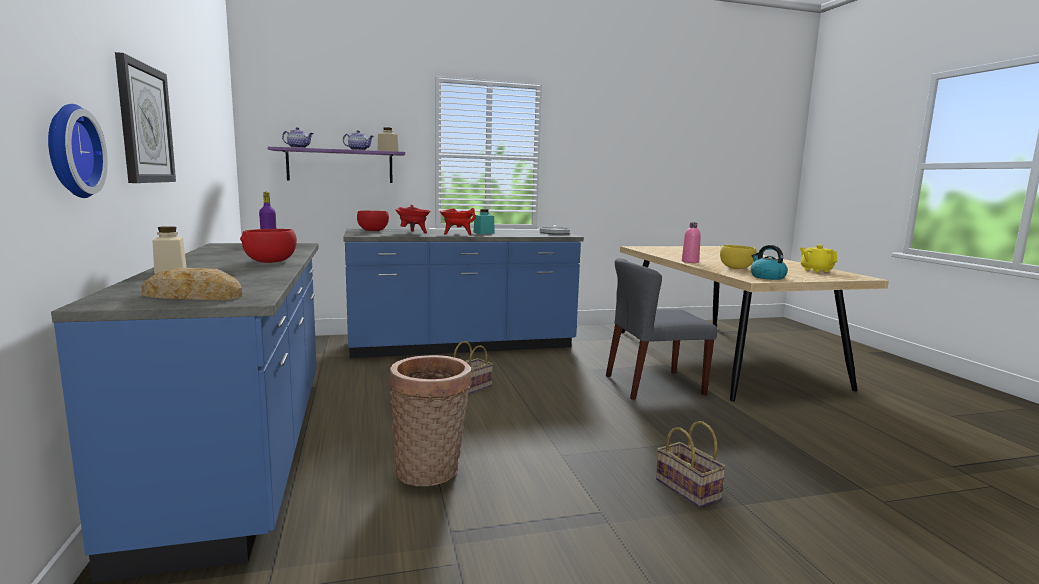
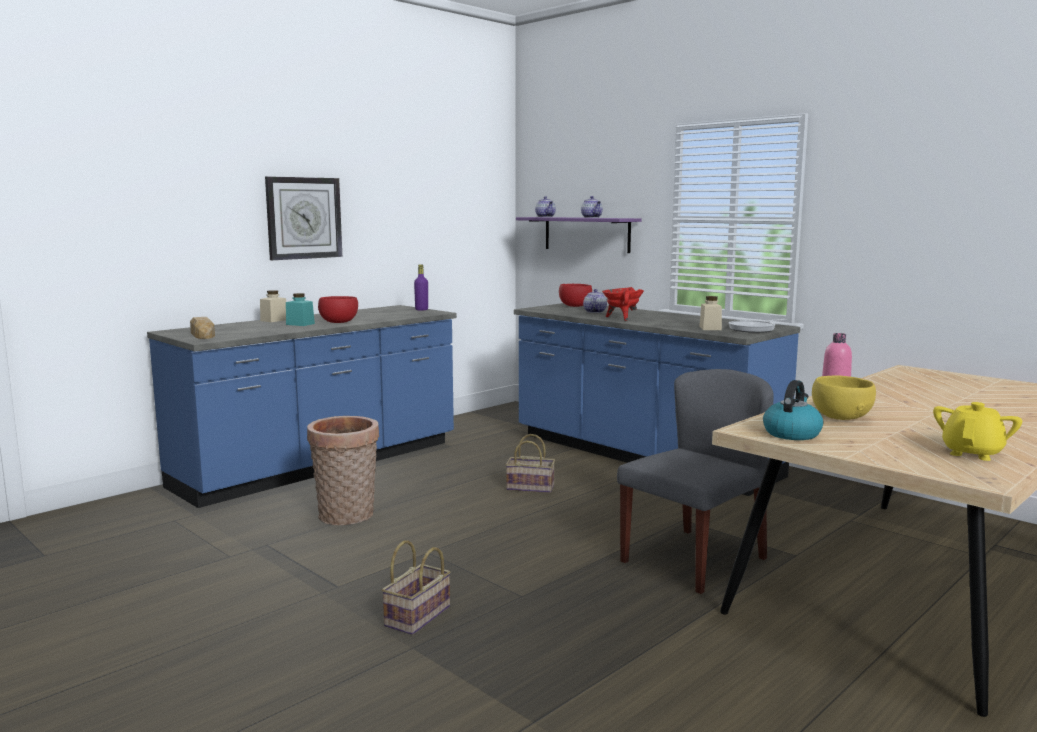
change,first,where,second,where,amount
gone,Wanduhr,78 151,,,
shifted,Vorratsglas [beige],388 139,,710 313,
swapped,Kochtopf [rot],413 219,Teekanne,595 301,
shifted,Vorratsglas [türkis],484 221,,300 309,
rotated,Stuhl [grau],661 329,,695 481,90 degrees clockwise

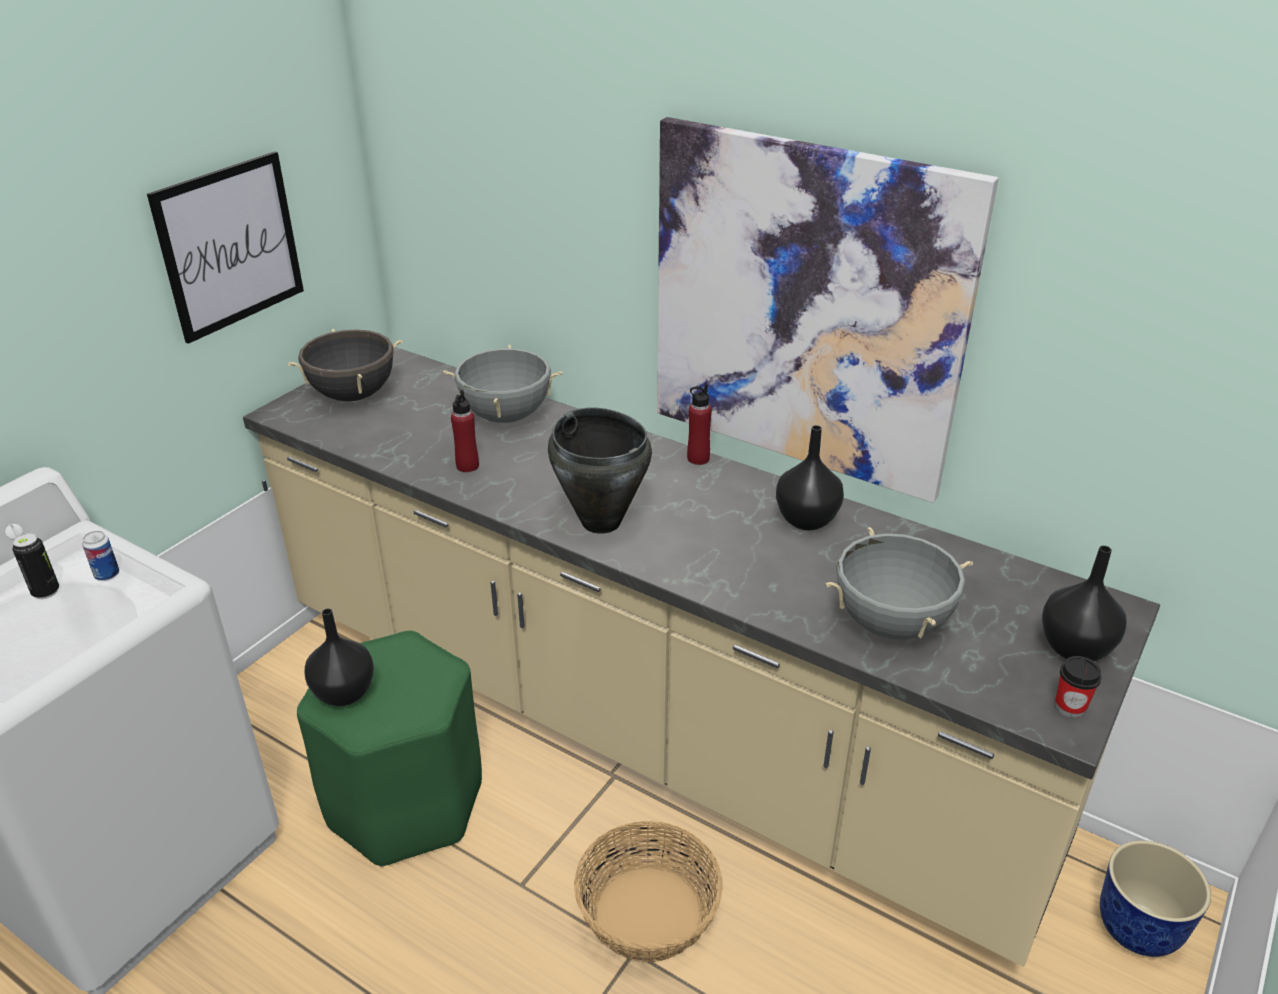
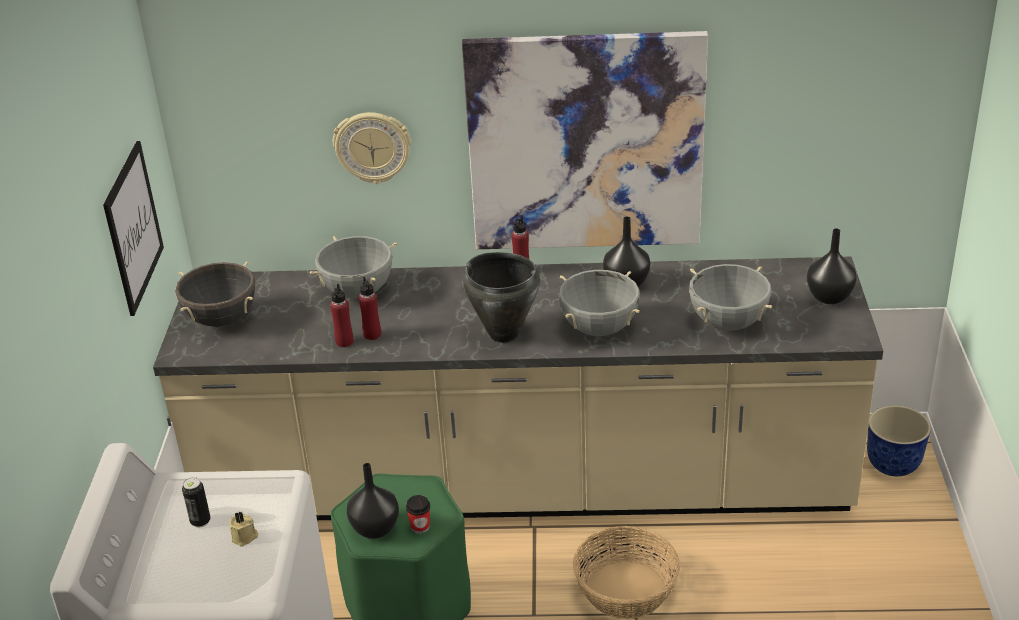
change,first,where,second,where,amount
gone,Dose,100 556,,,
shifted,Tasse,1078 687,,418 514,
new,,,Kerze [beige],243 529,
new,,,Flasche [rot],342 315,
new,,,Wanduhr,372 148,
new,,,Kochtopf [grau],599 303,

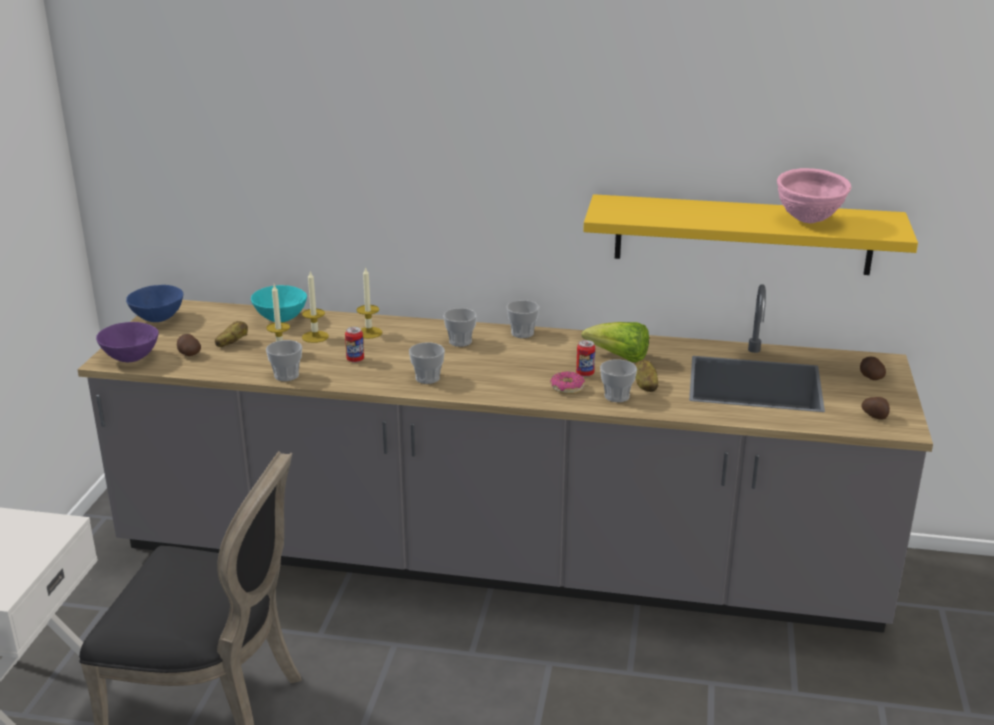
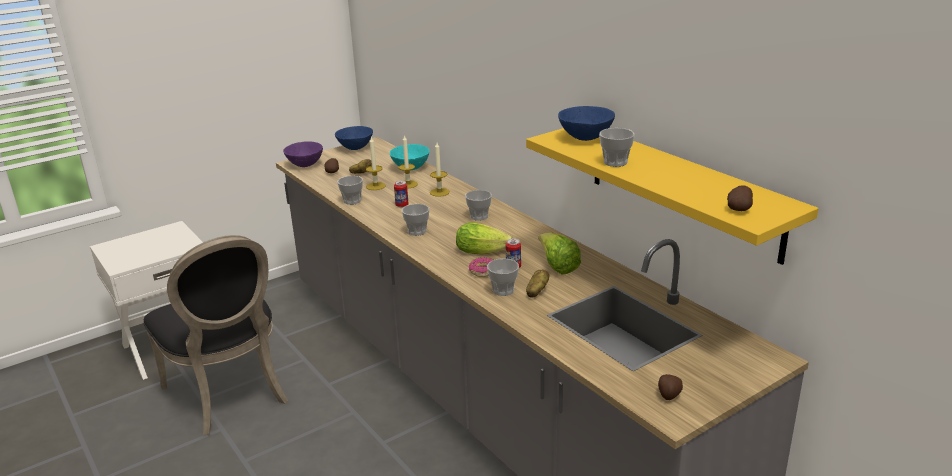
change,first,where,second,where,amount
shifted,Tasse,522 319,,617 147,
gone,Schüssel [rosa],814 195,,,
shifted,Kartoffel,873 368,,740 198,
new,,,Salatkopf,484 238,
new,,,Schüssel [blau],586 123,

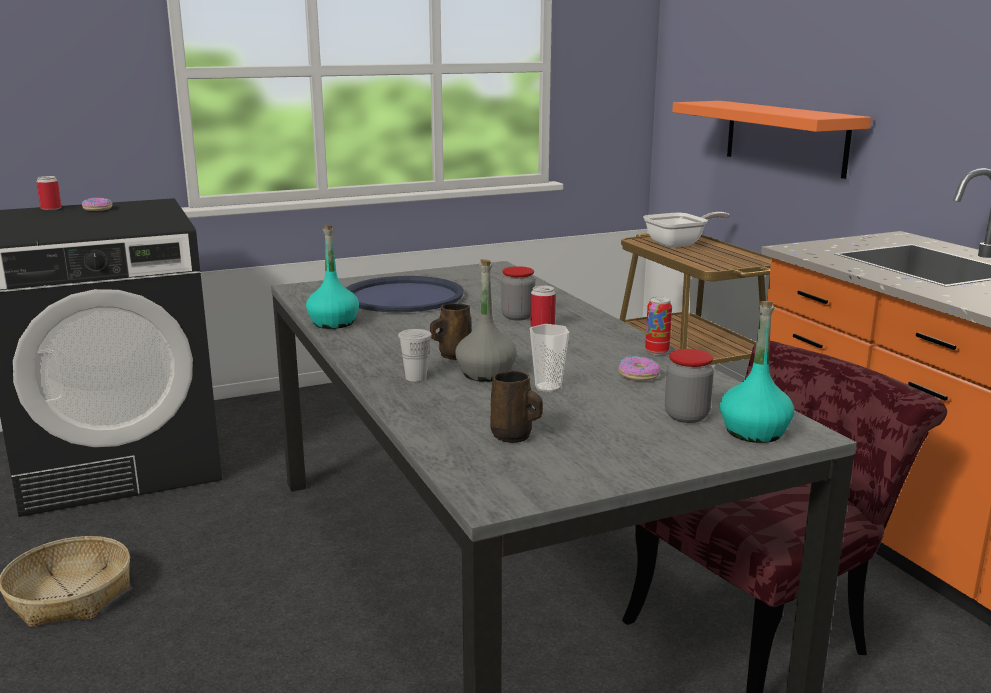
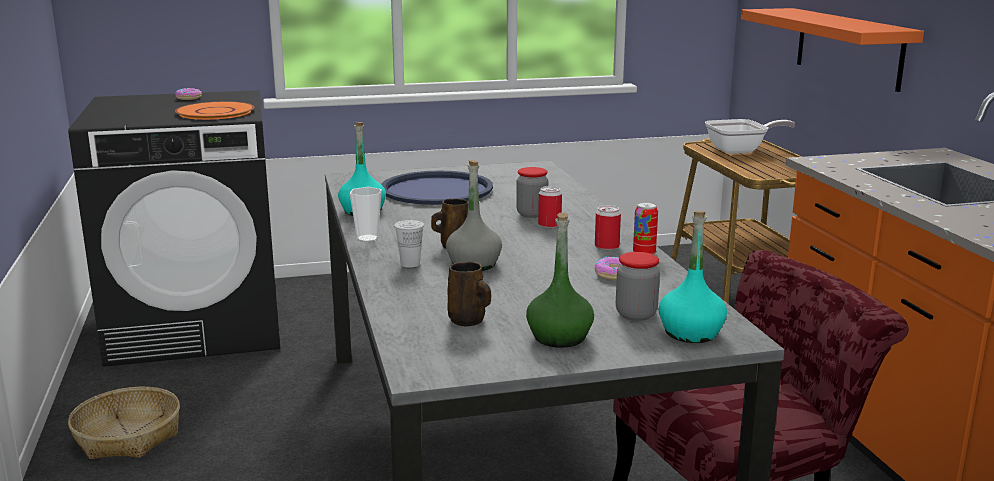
change,first,where,second,where,amount
shifted,Dose,49 193,,608 227,
shifted,Tasse,549 358,,366 214,
new,,,Teller [orange],214 111,
new,,,Flasche [grün],560 280,

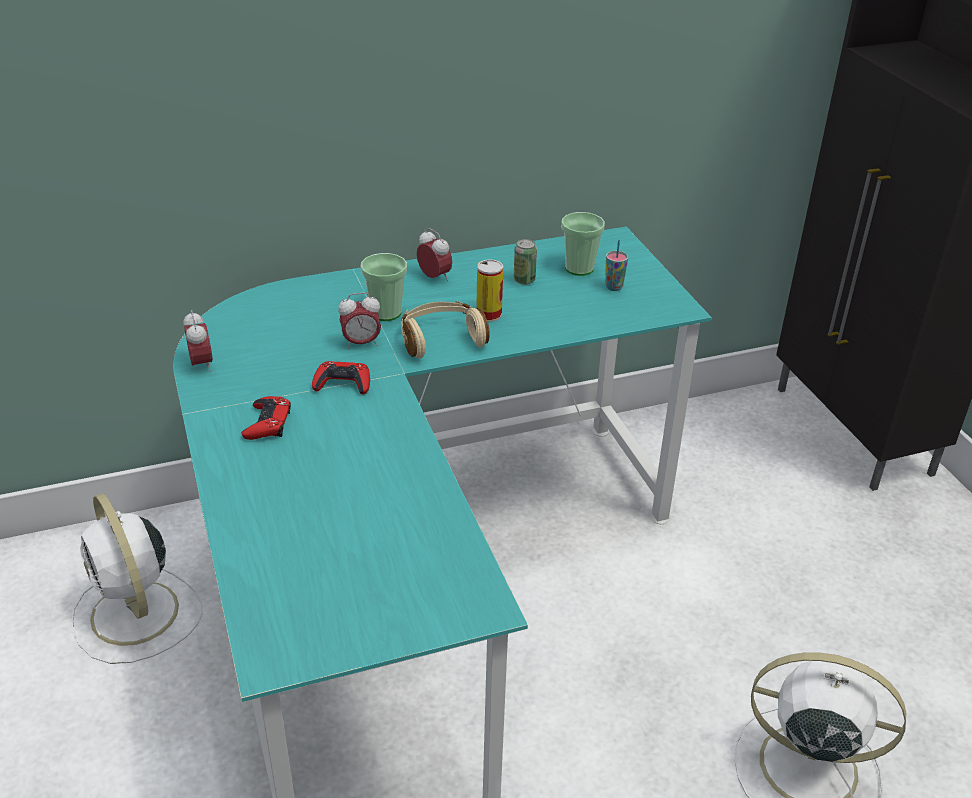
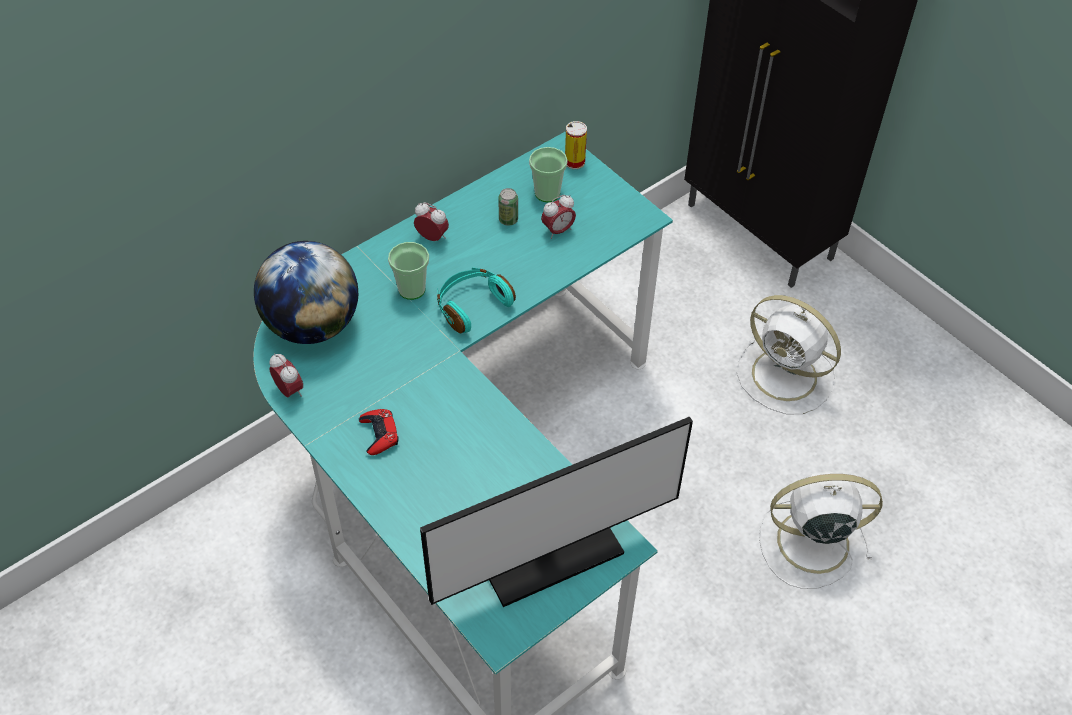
change,first,where,second,where,amount
shifted,Ventilator [weiß],137 578,,789 354,
gone,Gamepad [rot],341 377,,,
shifted,Wecker,359 320,,558 217,
repainted,Kopfhörer [beige],445 329,Kopfhörer [türkis],476 300,
shifted,Dose,489 290,,576 145,
gone,Tasse,616 265,,,
new,,,Globus,306 292,
new,,,Monitor,556 512,

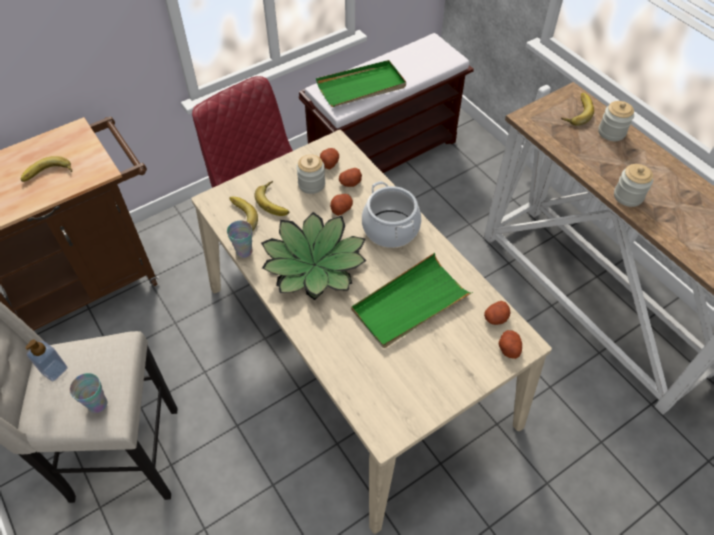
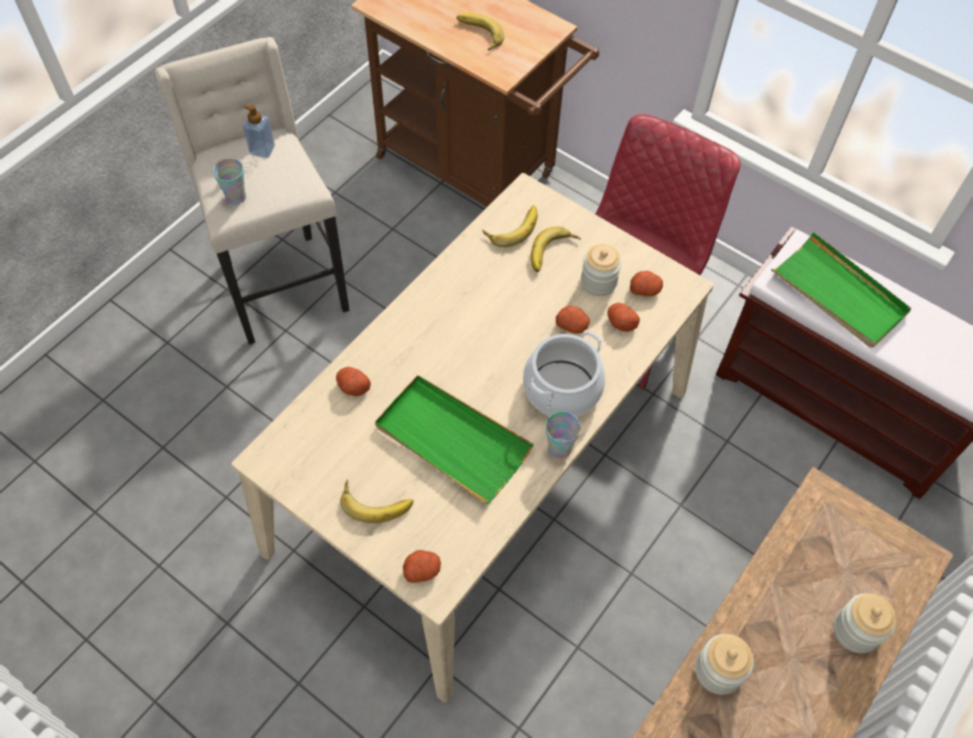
change,first,where,second,where,amount
shifted,Tasse,240 239,,563 435,
gone,Topfpflanze,313 256,,,
shifted,Kartoffel,497 313,,353 381,
shifted,Banane,577 109,,376 501,

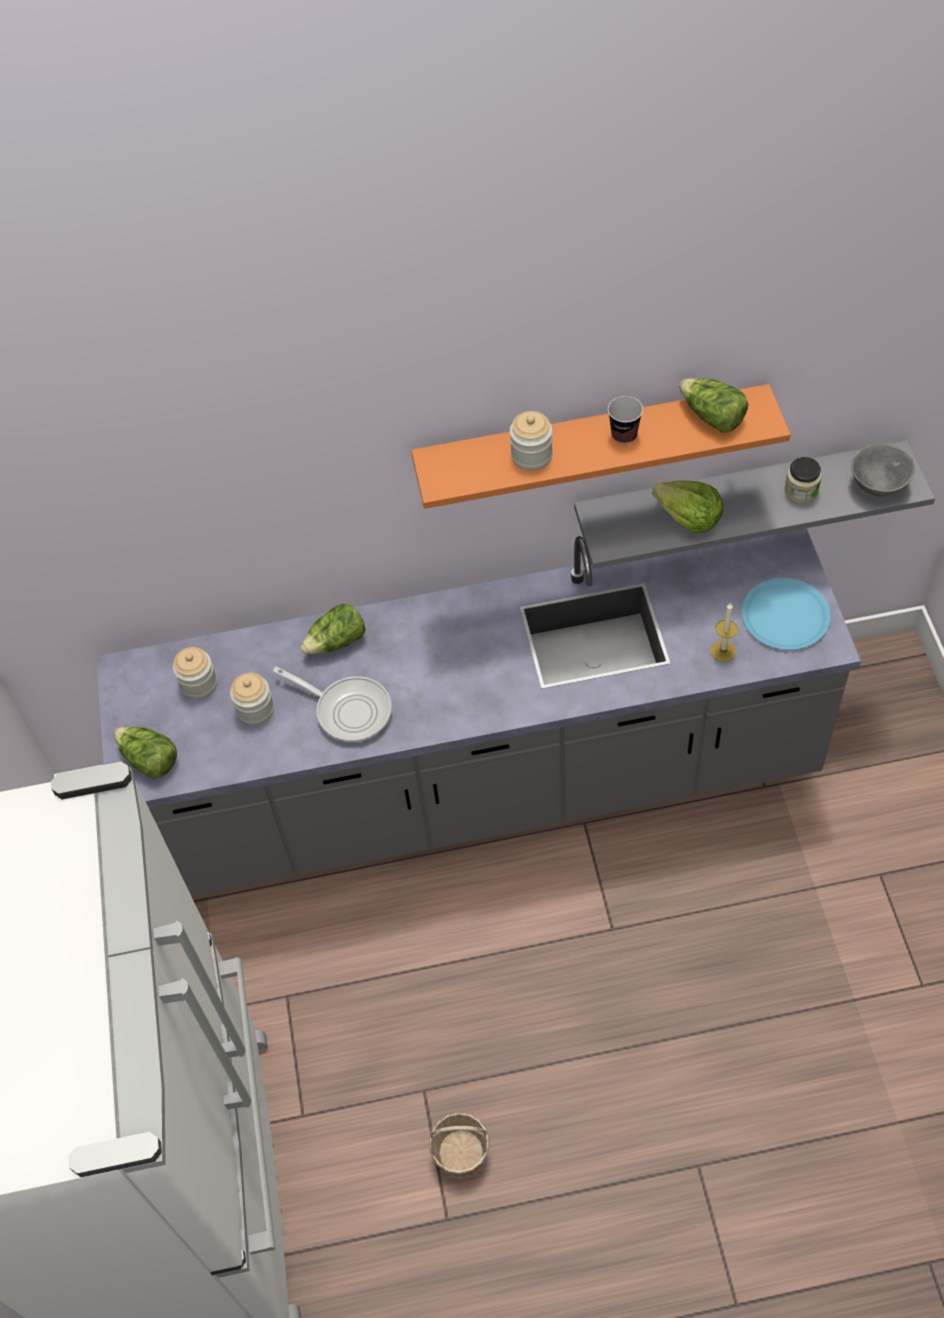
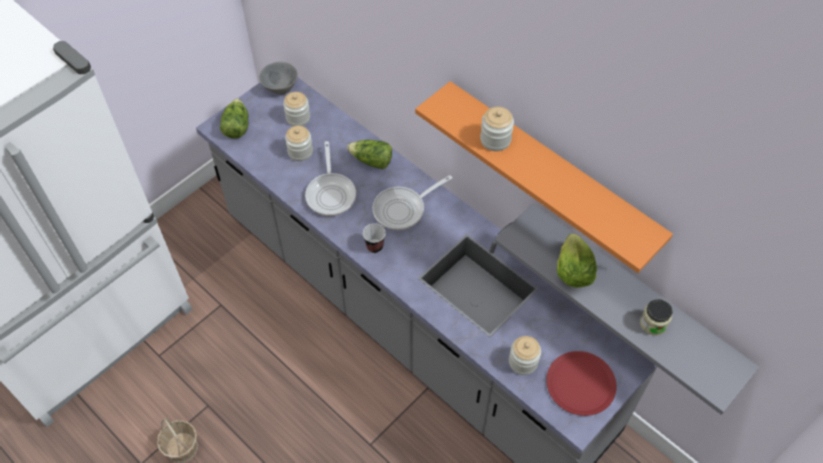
change,first,where,second,where,amount
shifted,Tasse,625 420,,374 238,
gone,Salatkopf,713 405,,,
swapped,Kerze,724 632,Vorratsglas,525 355,
repainted,Teller [blau],786 614,Teller [rot],581 383,
shifted,Schüssel [grau],883 470,,278 78,
new,,,Pfanne,412 202,

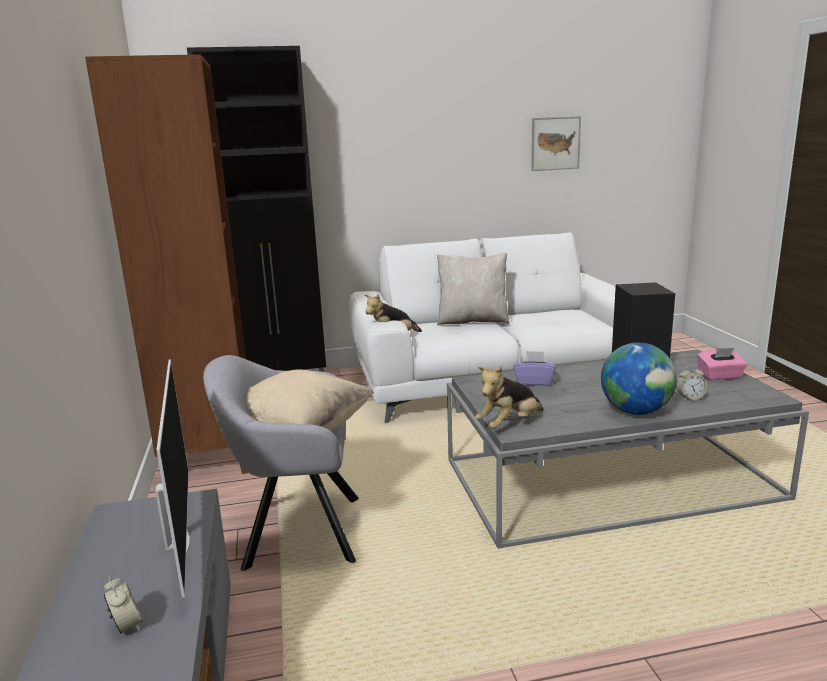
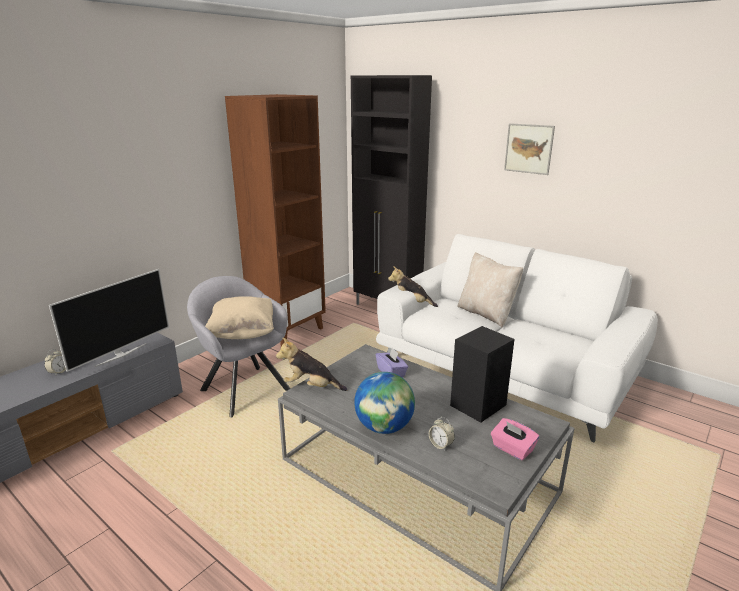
change,first,where,second,where,amount
shifted,Bild,556 143,,529 149,

